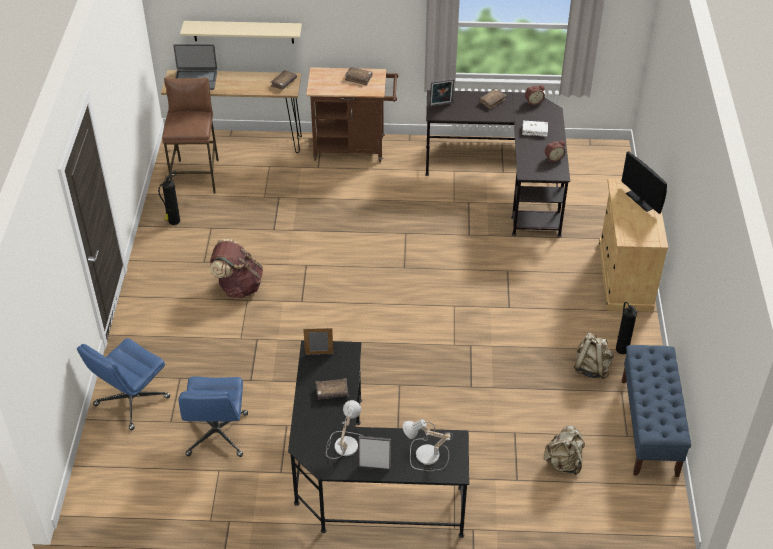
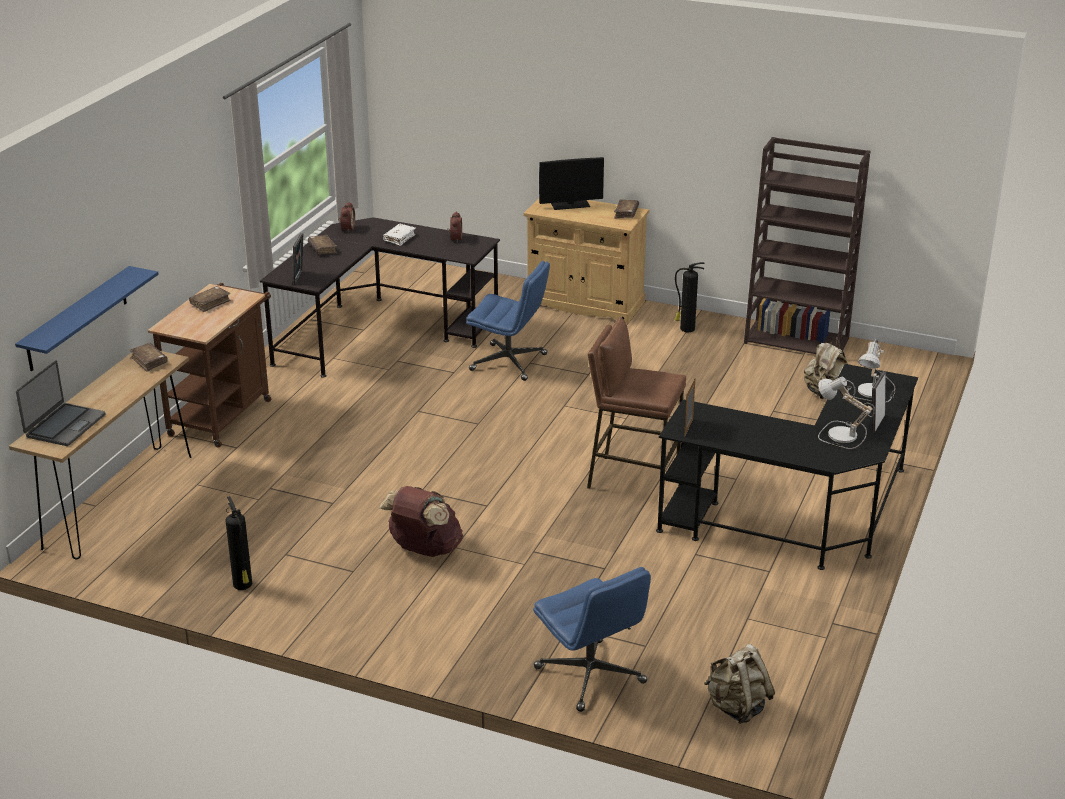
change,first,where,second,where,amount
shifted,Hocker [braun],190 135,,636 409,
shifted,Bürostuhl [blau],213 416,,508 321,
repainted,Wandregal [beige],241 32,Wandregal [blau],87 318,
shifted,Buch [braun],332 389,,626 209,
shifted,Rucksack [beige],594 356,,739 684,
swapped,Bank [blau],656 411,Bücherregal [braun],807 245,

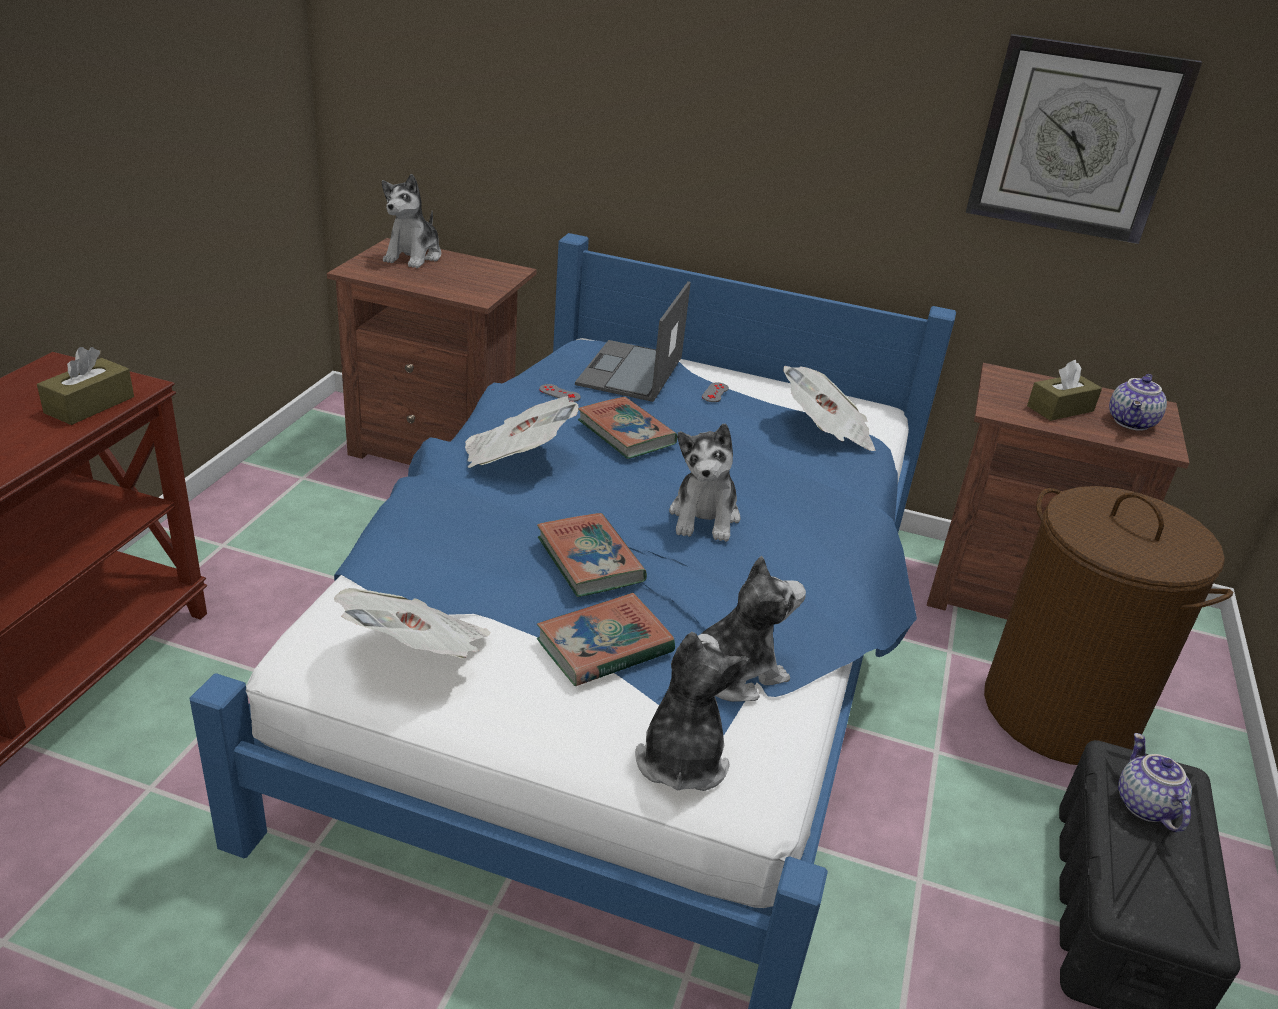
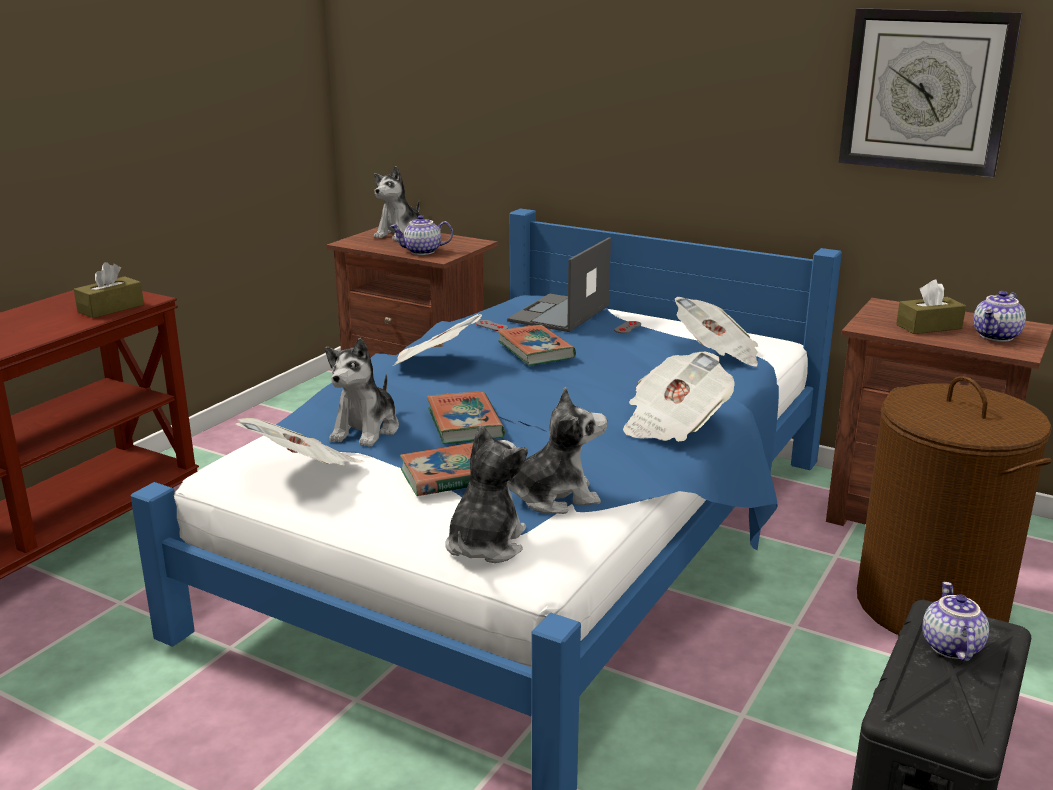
change,first,where,second,where,amount
shifted,Plüschtier,705 483,,362 392,
new,,,Teekanne,421 235,
new,,,Zeitung,678 397,

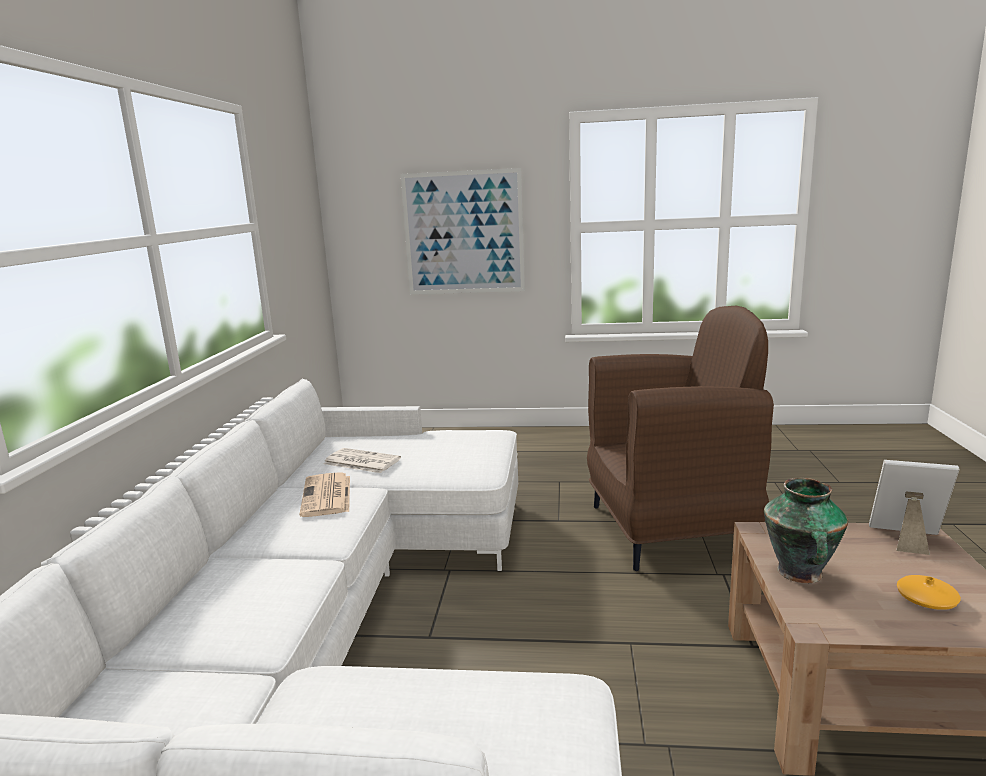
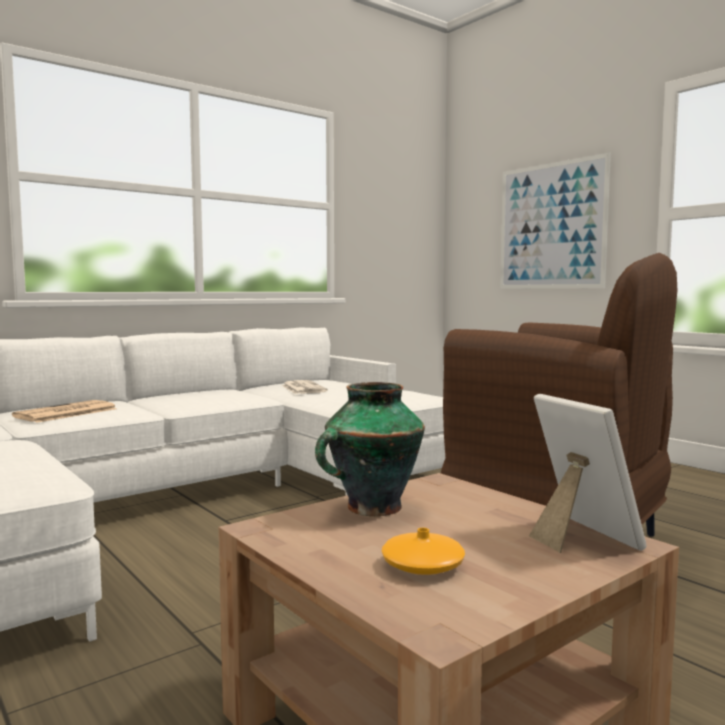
change,first,where,second,where,amount
shifted,Zeitung,325 494,,64 411,

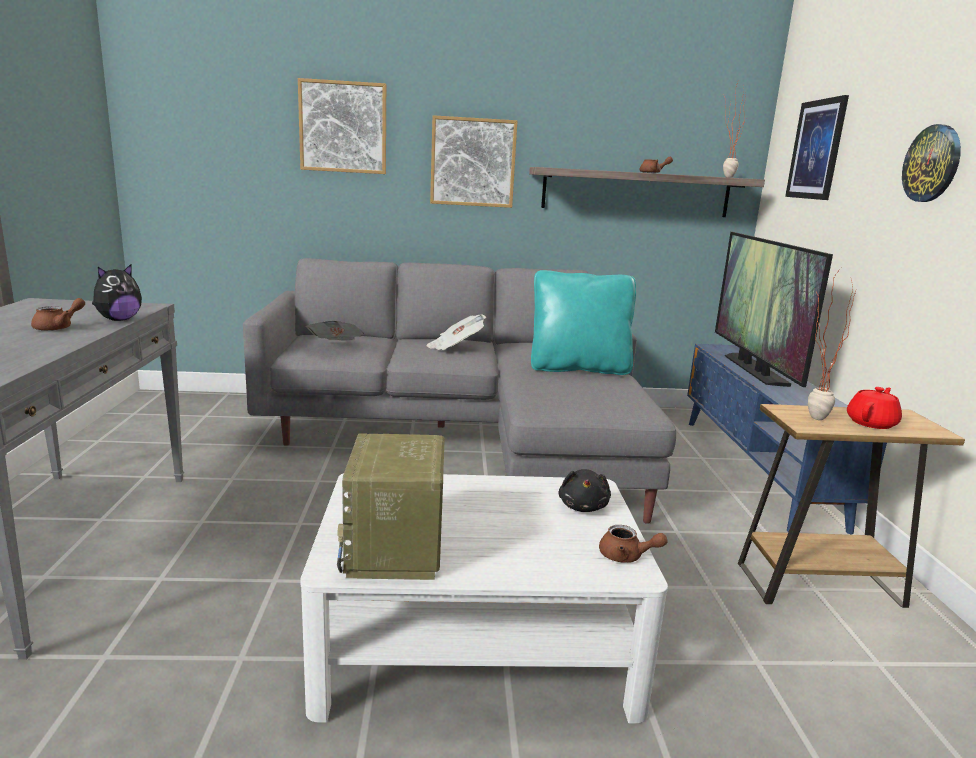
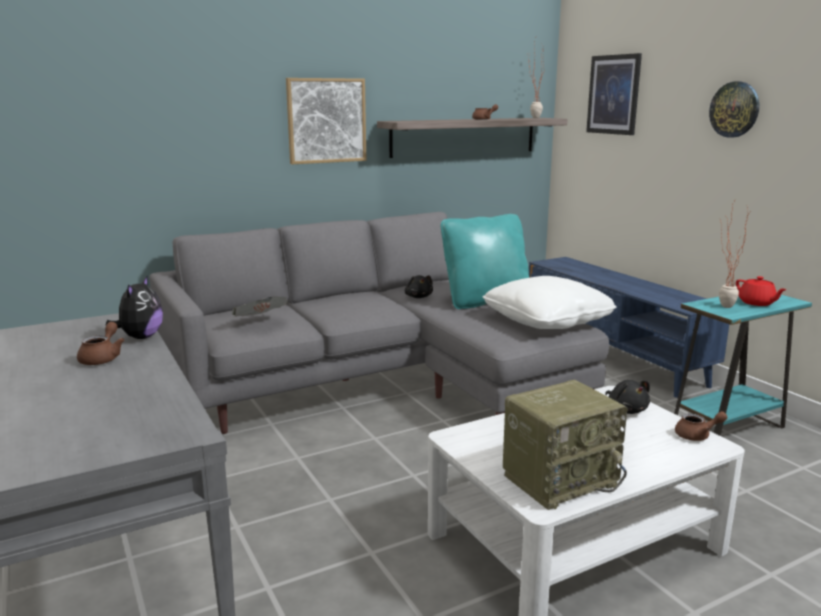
change,first,where,second,where,amount
gone,Bild,342 126,,,
rotated,Radio,391 506,,565 445,90 degrees counterclockwise
gone,Zeitung,456 332,,,
gone,Fernseher,774 309,,,
repainted,Beistelltisch [braun],851 506,Beistelltisch [türkis],743 365,
rotated,Teekanne [rot],874 408,,761 291,135 degrees clockwise
new,,,Plüschtier [schwarz],419 286,
new,,,Kissen [weiß],550 302,

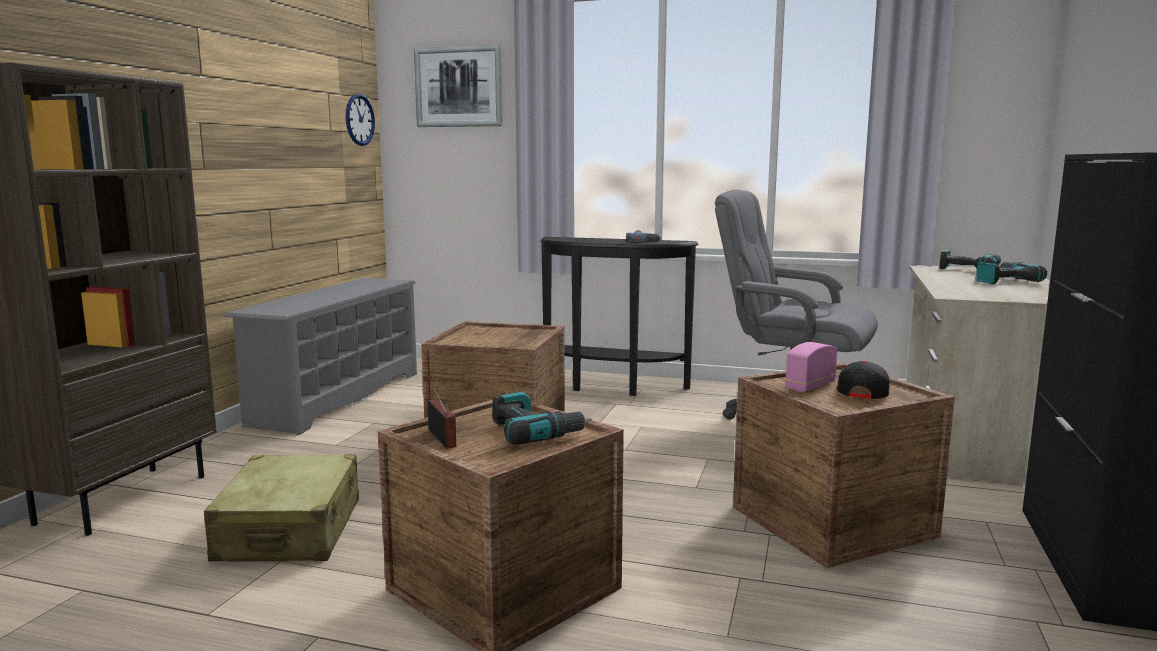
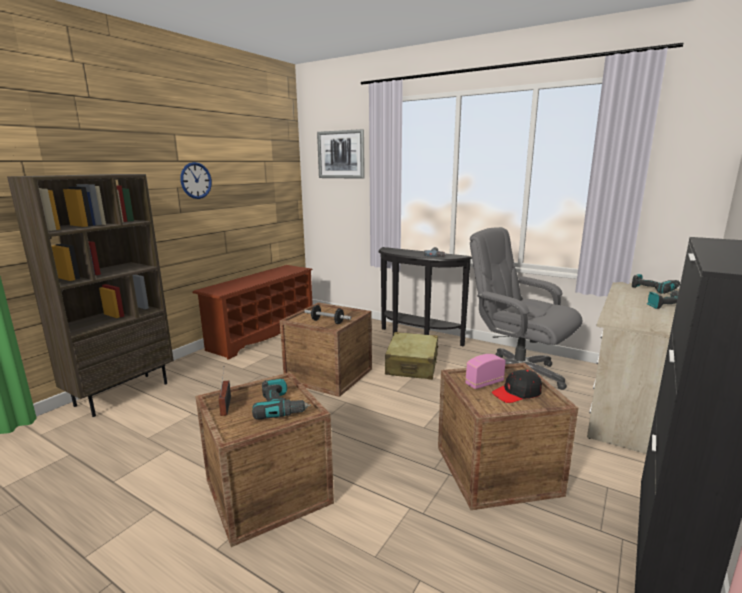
change,first,where,second,where,amount
shifted,Koffer [beige],281 508,,411 356,
repainted,Schuhregal [grau],320 356,Schuhregal [braun],252 312,
shifted,Wanduhr,360 120,,196 180,
rotated,Kappe [schwarz],863 380,,517 386,150 degrees counterclockwise
new,,,Hantel,328 314,

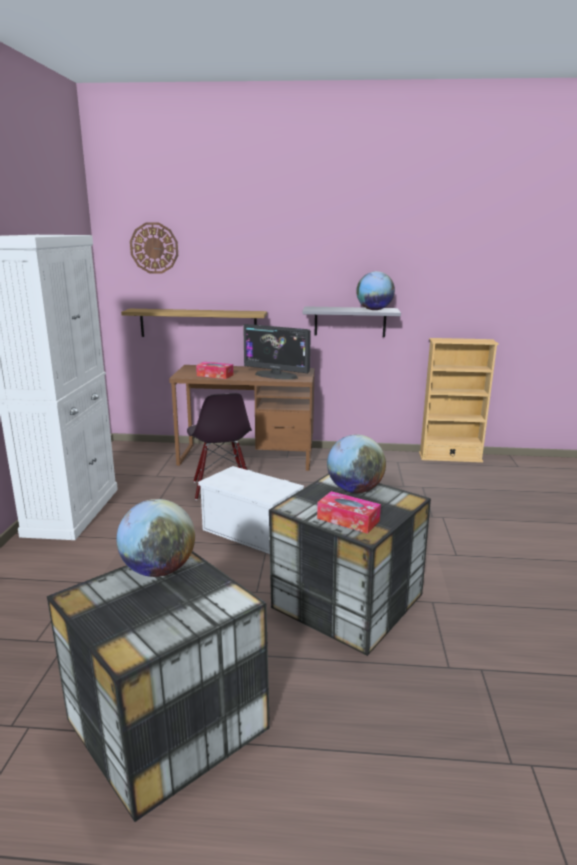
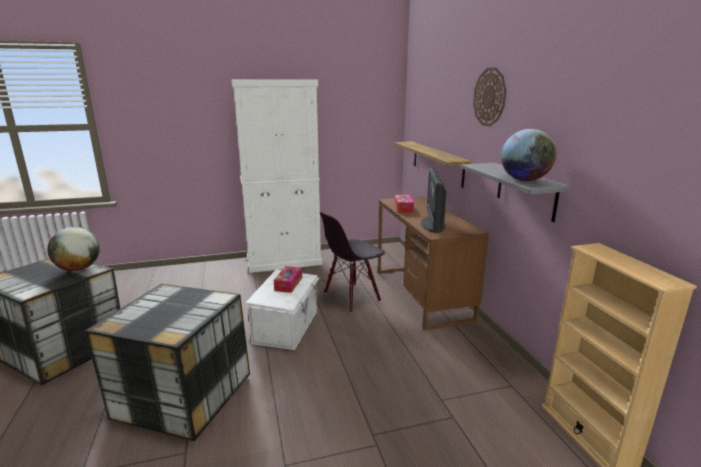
change,first,where,second,where,amount
shifted,Wanduhr,154 248,,489 97,
shifted,Taschentuchbox,349 512,,288 279,
gone,Globus,356 464,,,

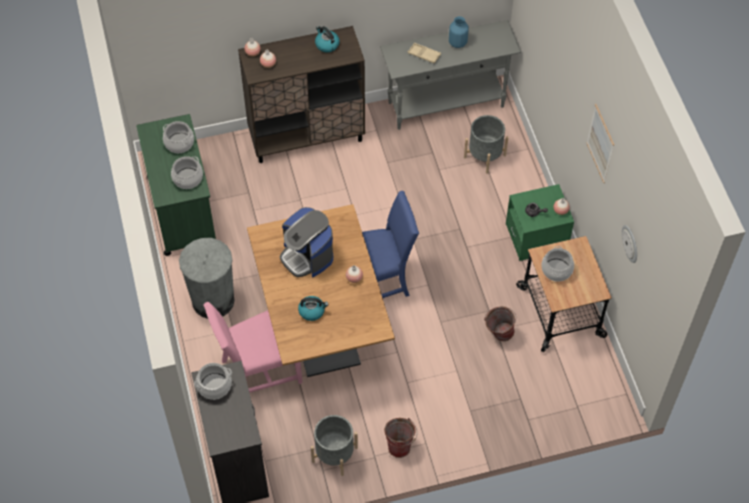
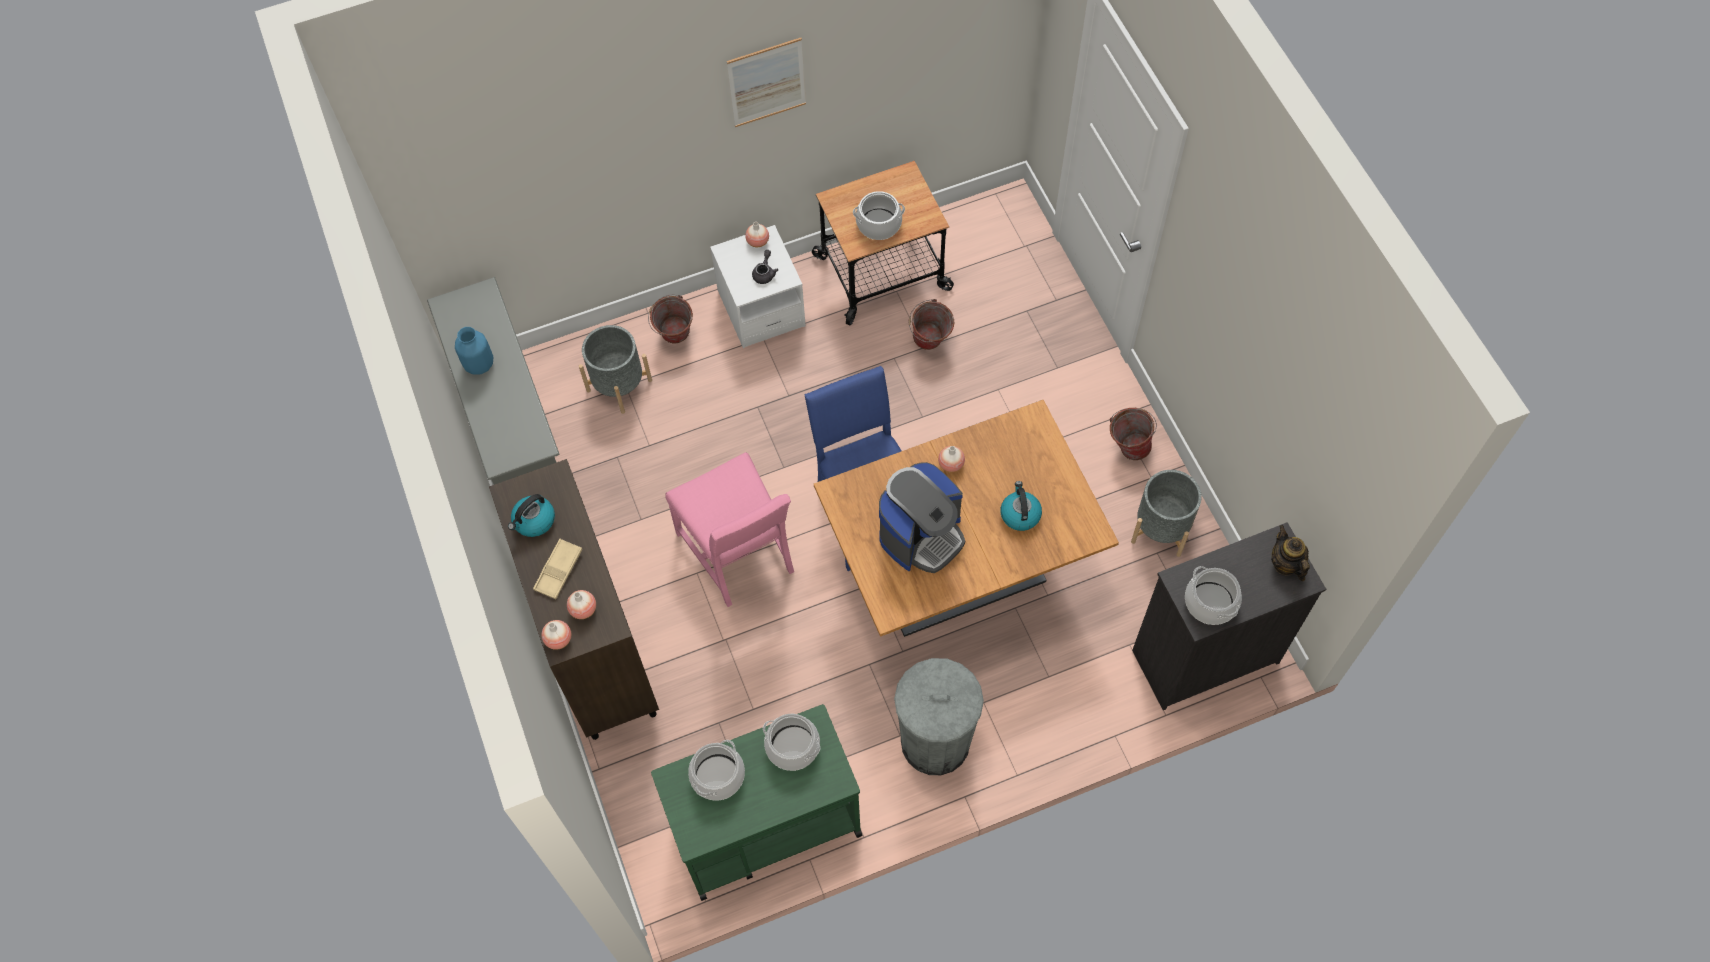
change,first,where,second,where,amount
shifted,Stuhl [rosa],253 347,,729 529,
shifted,Tablett [beige],424 53,,557 569,
repainted,Nachttisch [grün],540 222,Nachttisch [weiß],758 286,
gone,Wanduhr,629 244,,,
new,,,Eimer,670 318,
new,,,Teekanne,1290 553,

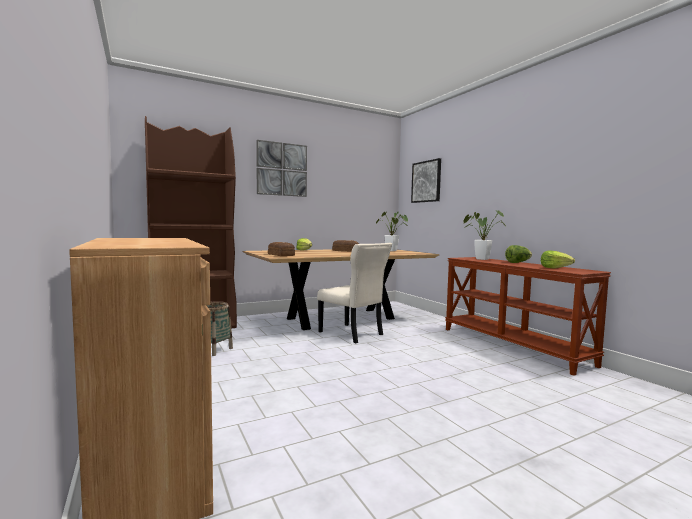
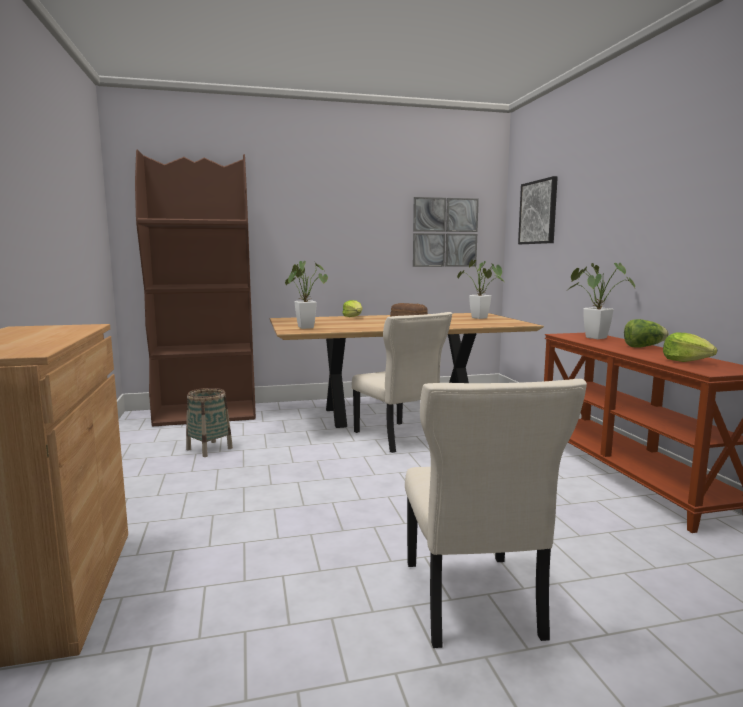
change,first,where,second,where,amount
shifted,Bild,282 168,,446 232,
swapped,Brot,281 249,Topfpflanze,306 295,
new,,,Stuhl [beige],496 513,

